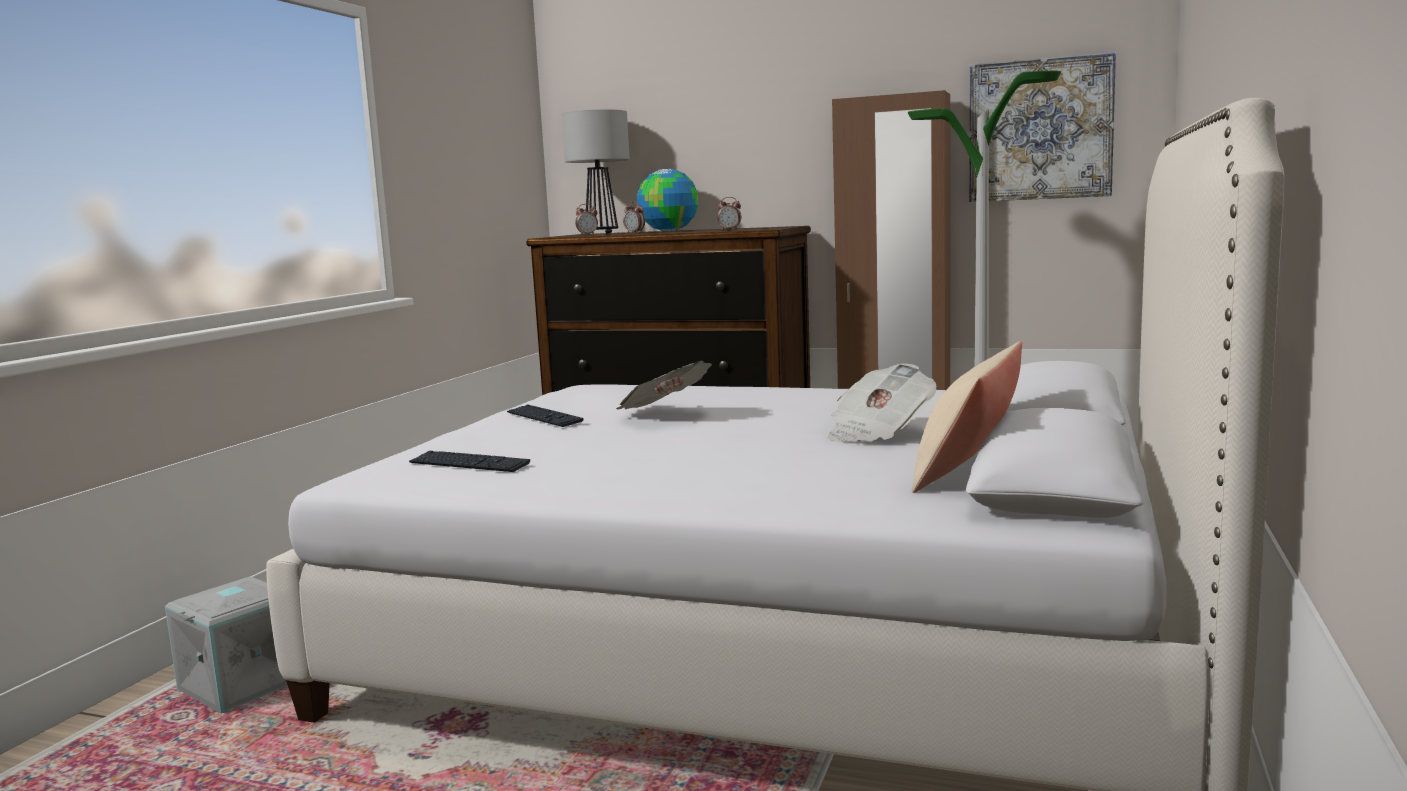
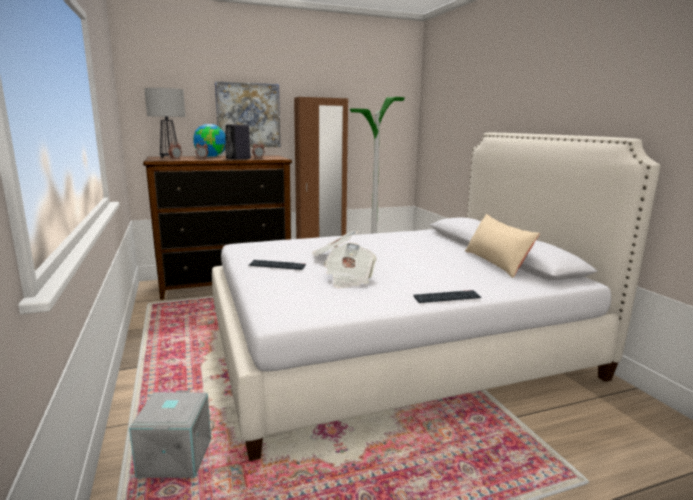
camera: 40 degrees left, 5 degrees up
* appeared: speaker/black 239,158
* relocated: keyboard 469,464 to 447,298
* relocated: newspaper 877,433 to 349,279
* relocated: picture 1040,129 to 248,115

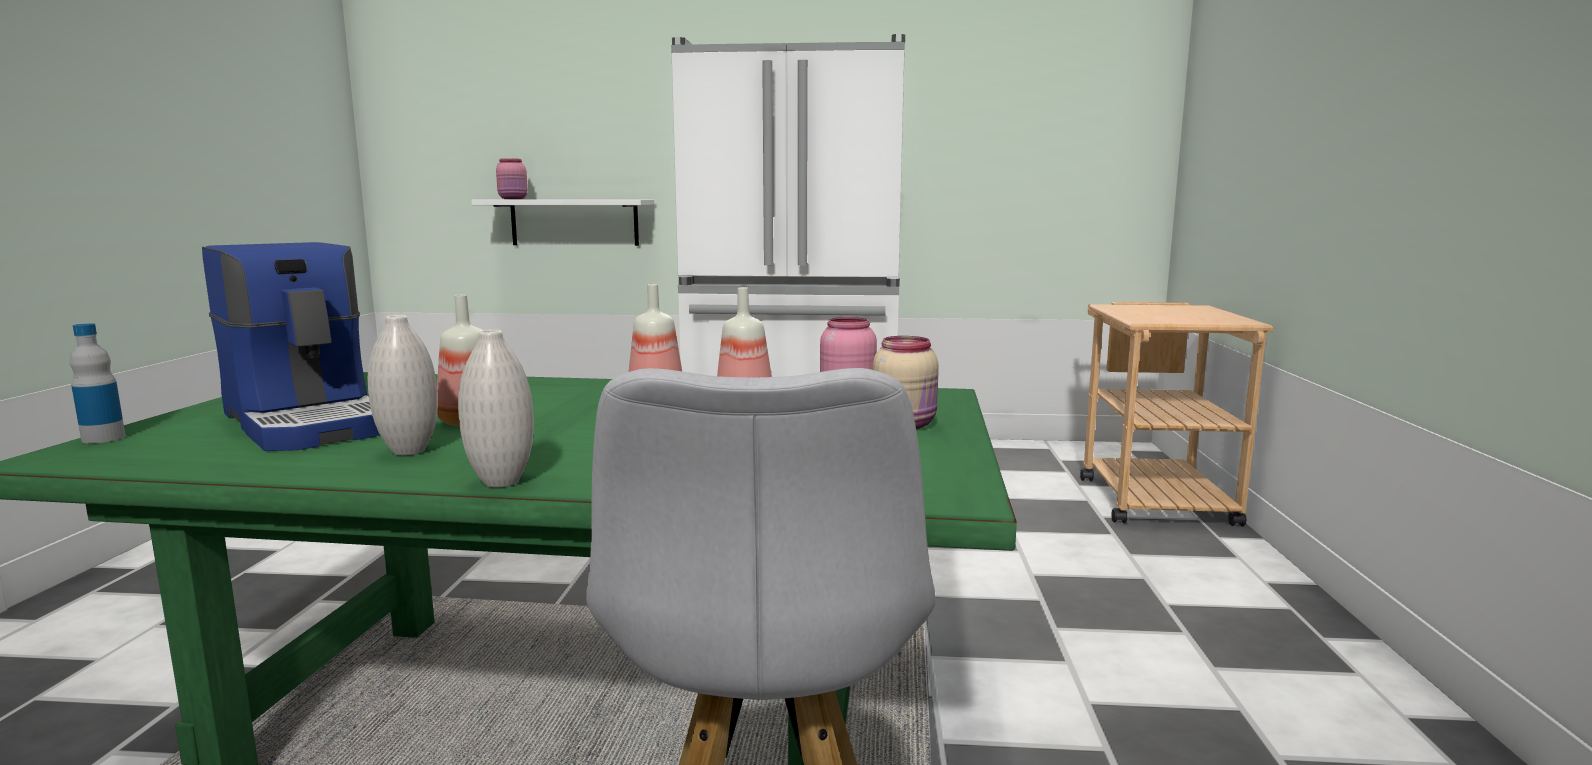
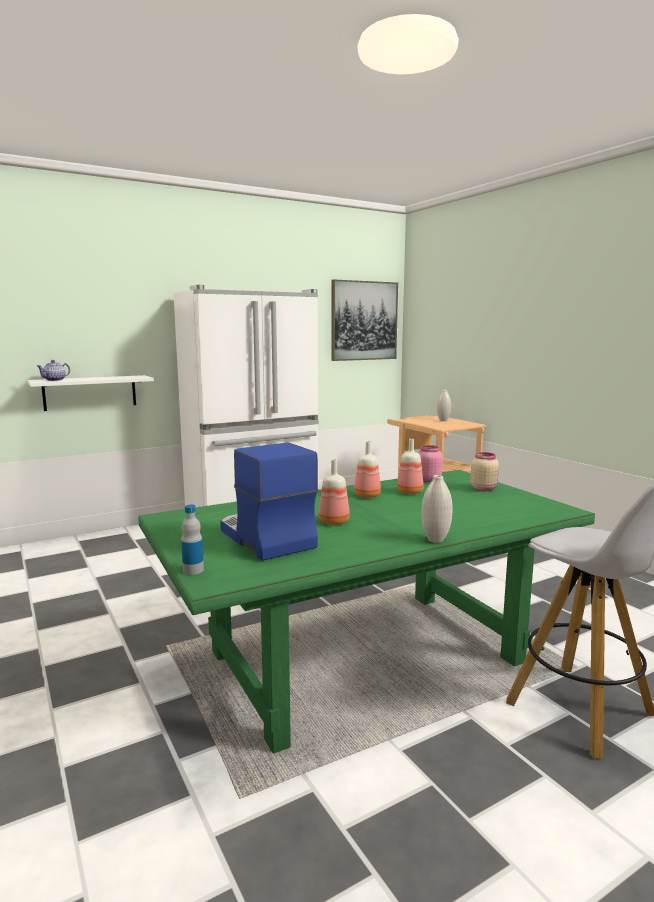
camera: 35 degrees left, 0 degrees up
* appeared: picture 364,321
* relocated: vase/white 409,451 to 443,420
* exchanged: jar/pink 513,199 to teapot 55,380
* spun: coffee machine 311,422 = 264,538 135 degrees counterclockwise

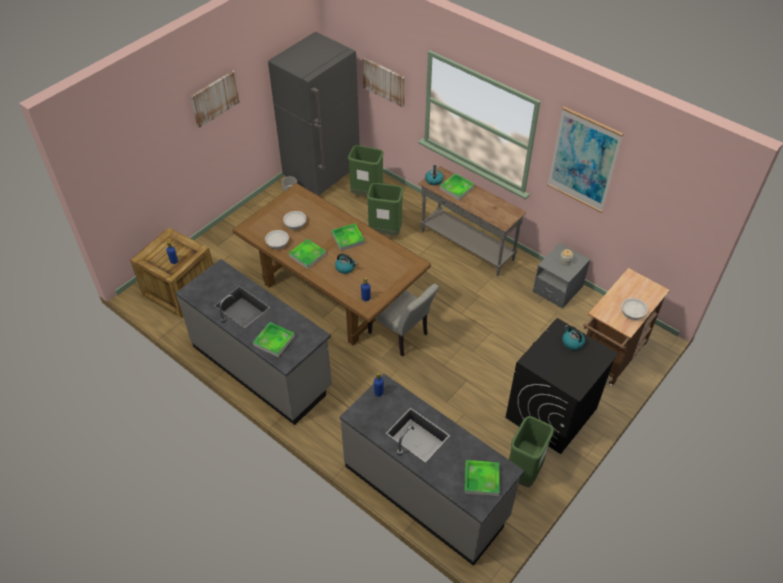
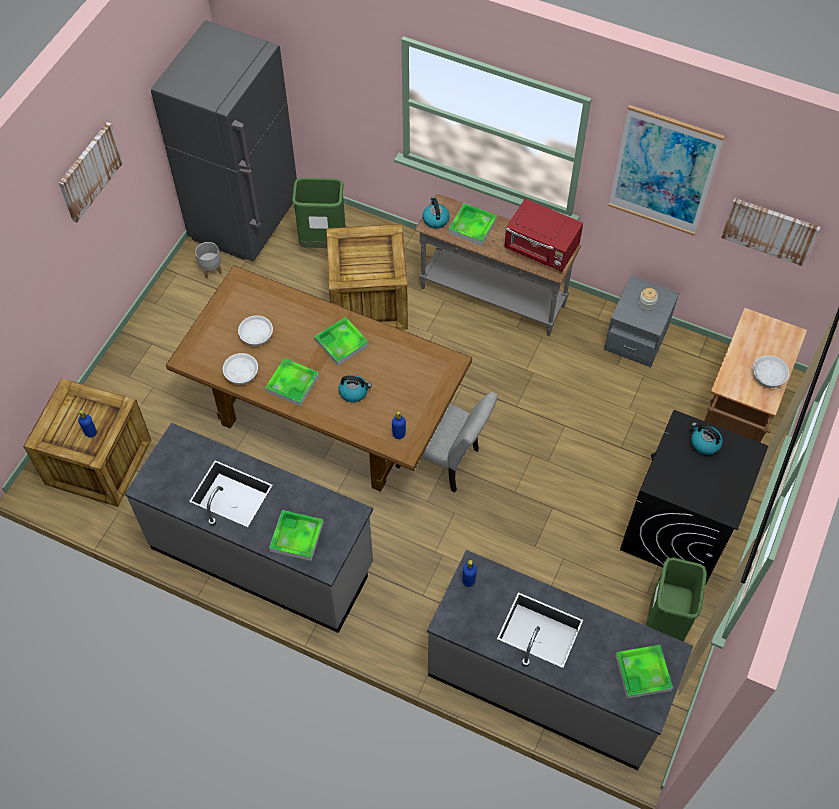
camera: 15 degrees left, 10 degrees up
* appeared: microwave/red 541,250
* relocated: picture 384,81 to 770,230
* exchanged: trash can/green 385,232 to crate 370,300

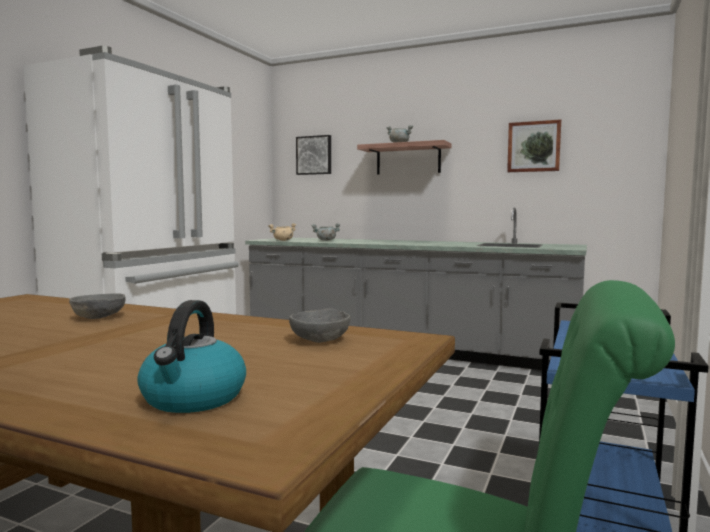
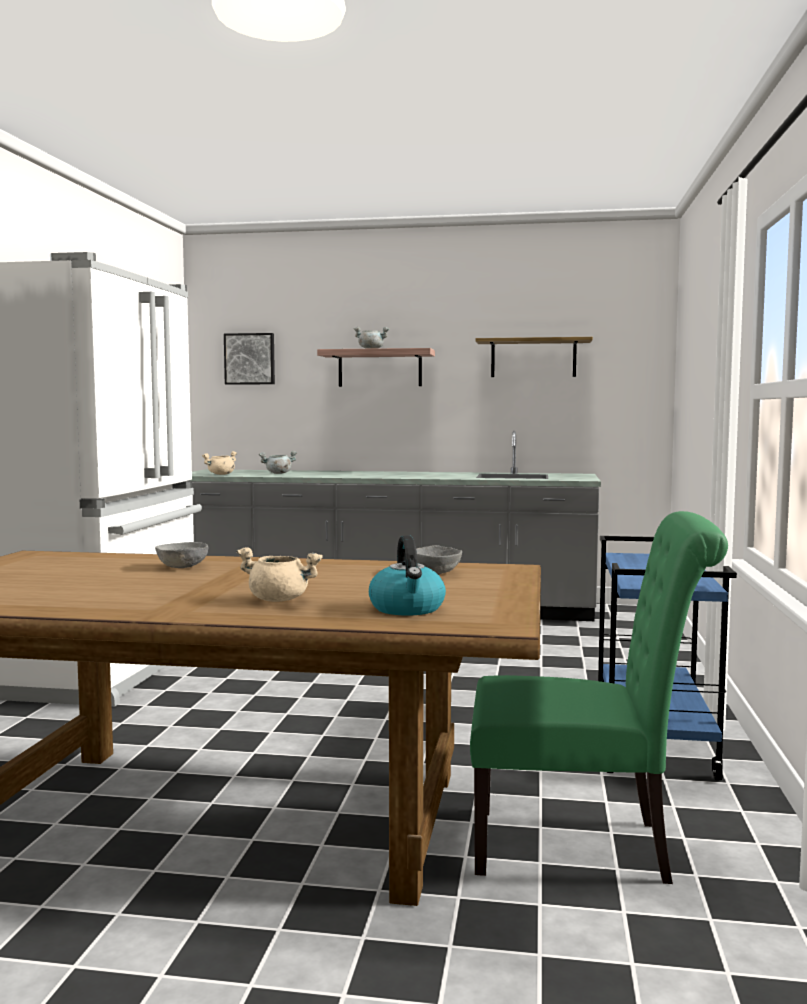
camera: 15 degrees left, 0 degrees up
* appeared: cooking pot/beige 280,600
* exchanged: picture 534,146 to shelf 533,358

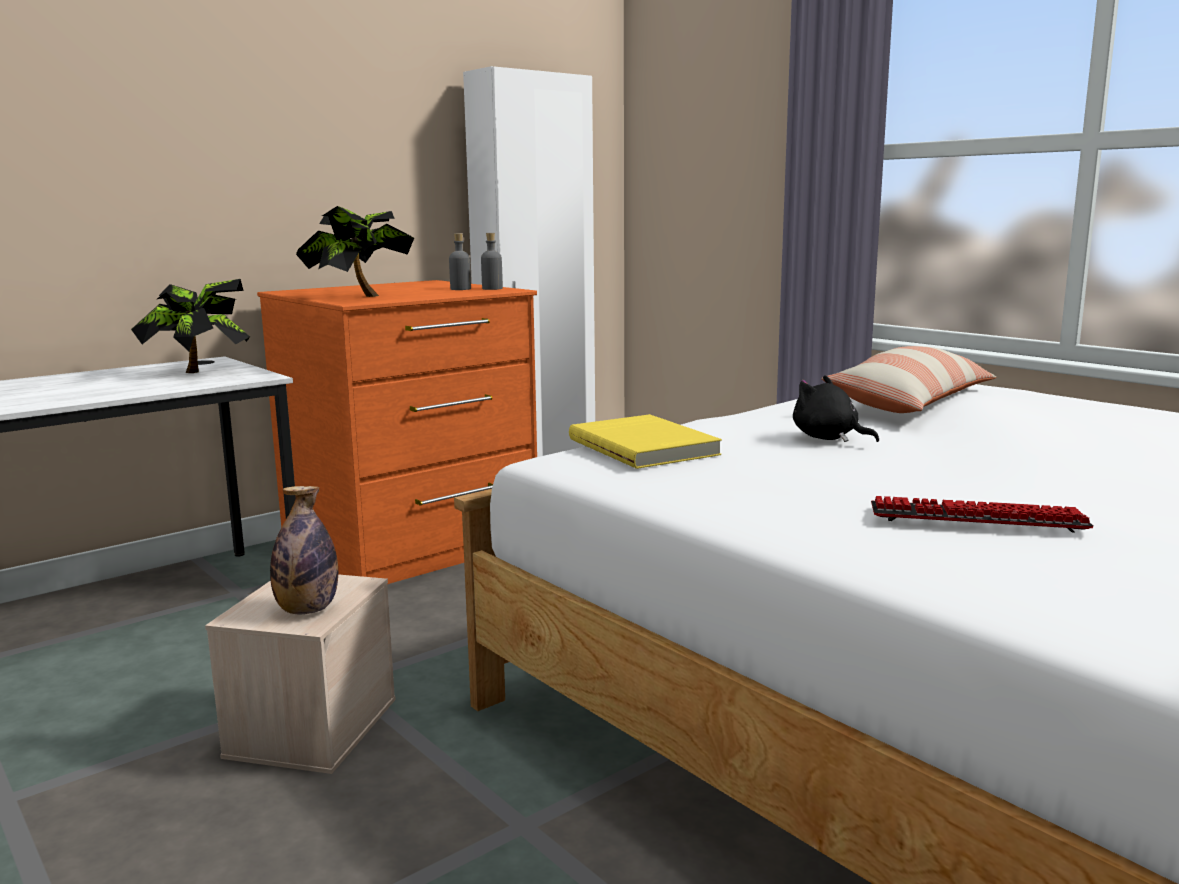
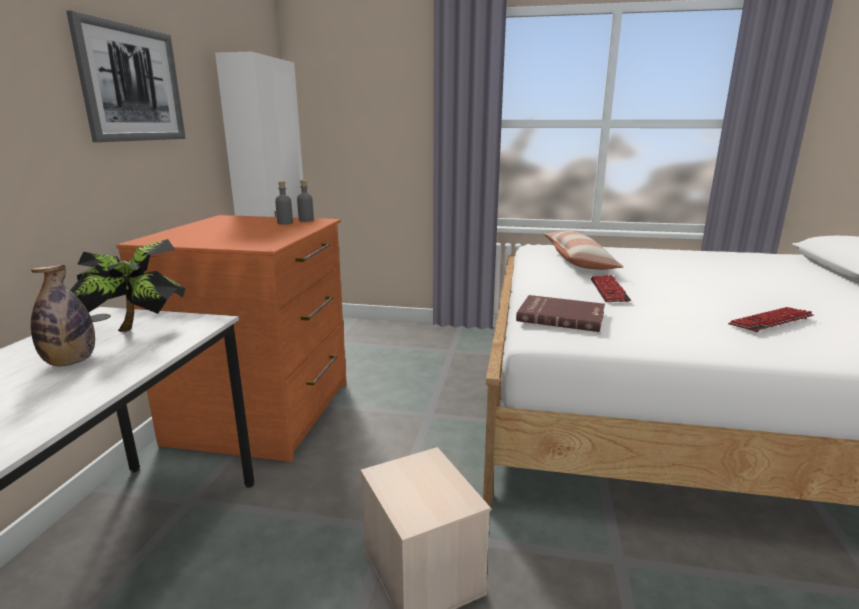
camera: 40 degrees left, 5 degrees up
* missing: potted plant 359,297
* appeared: picture 132,84
* relocated: bottle 307,610 to 71,362
* exchanged: plush toy/black 828,438 to keyboard 609,290
* colour: book/yellow 645,446 to book/red 561,316

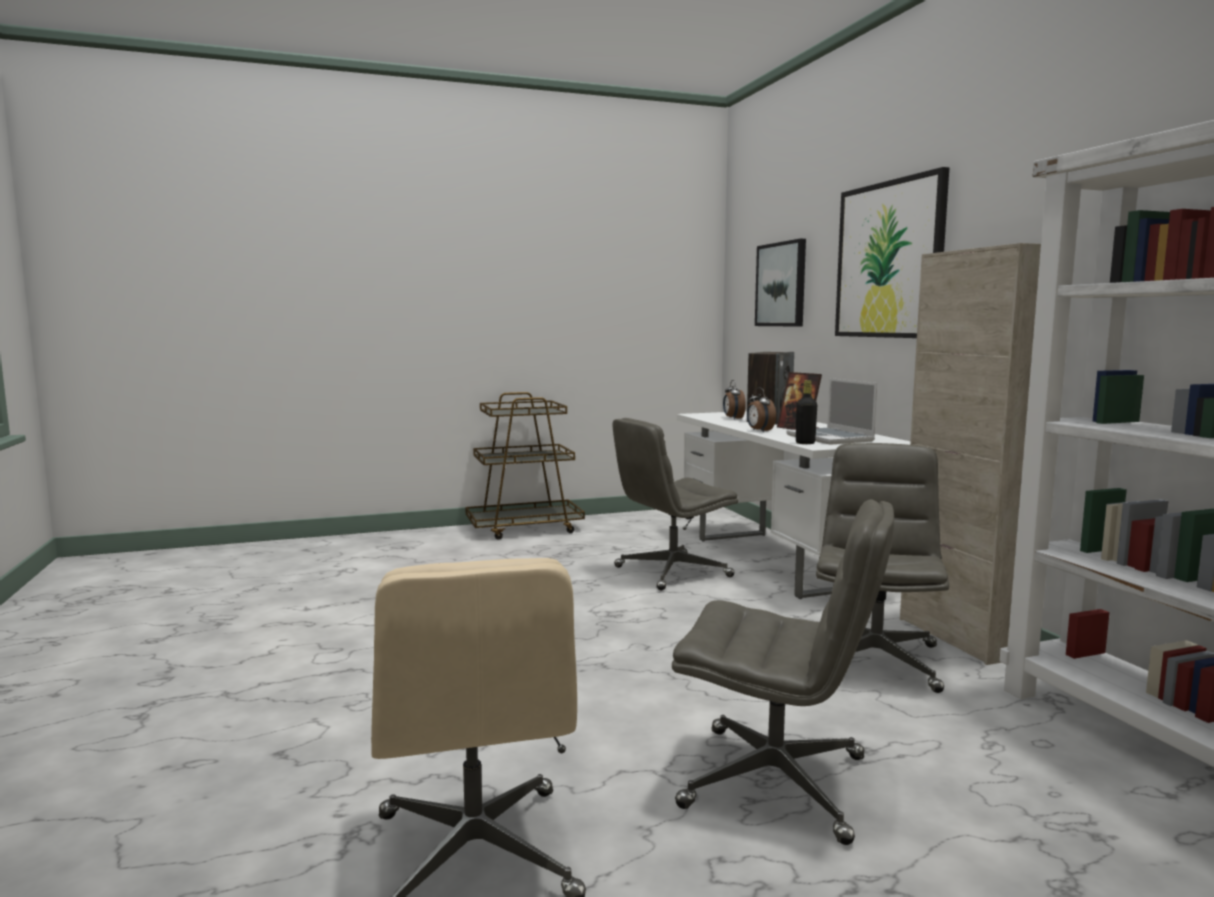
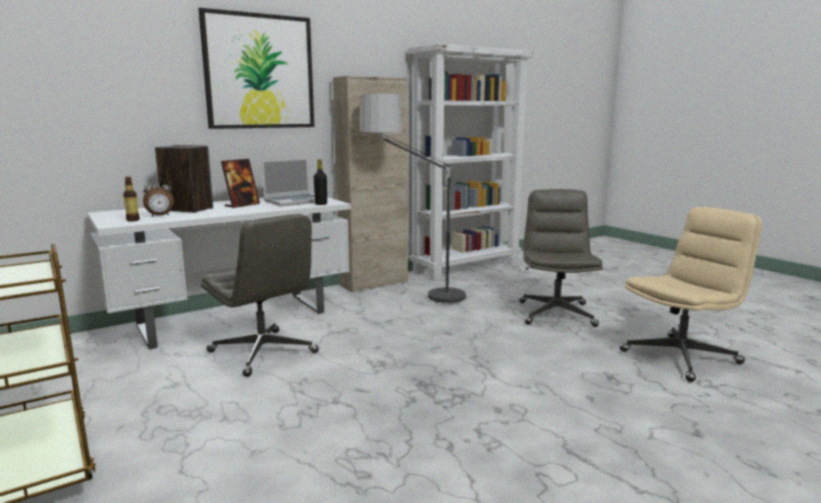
camera: 105 degrees left, 5 degrees up
* missing: alarm clock 759,431
* missing: picture 781,284
* appeared: bottle 133,220
* exchanged: office chair/grey 874,659 to floor lamp 415,298

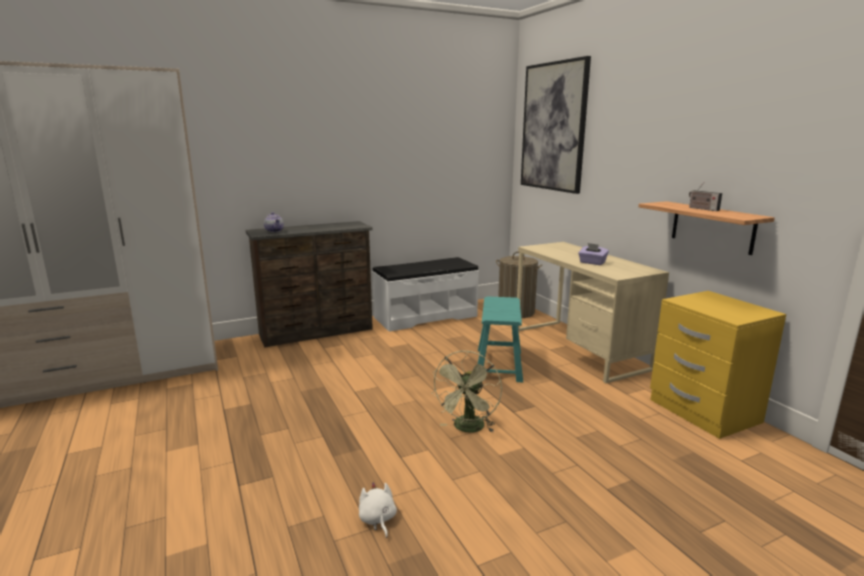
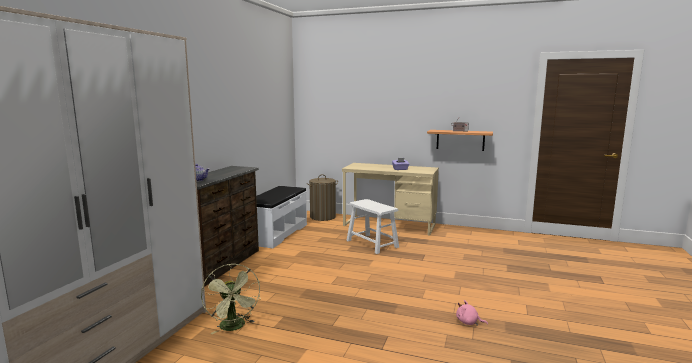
camera: 45 degrees left, 5 degrees down
* missing: picture 553,127
* missing: nightstand/yellow 703,411
* relocated: fan/green 468,429 to 234,327
* colour: plush toy/white 377,520 to plush toy/pink 468,322
* colour: stool/turquoise 499,365 to stool/white 372,244

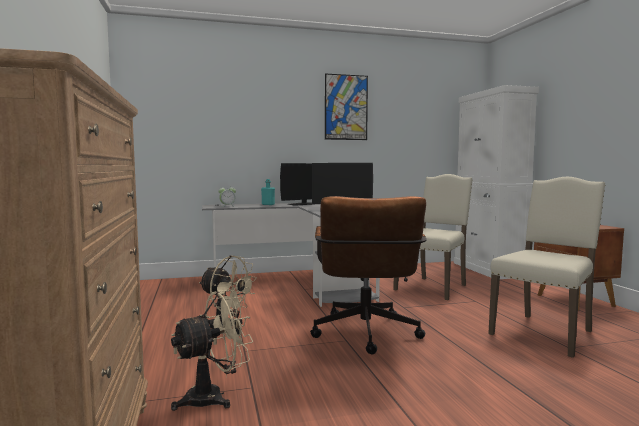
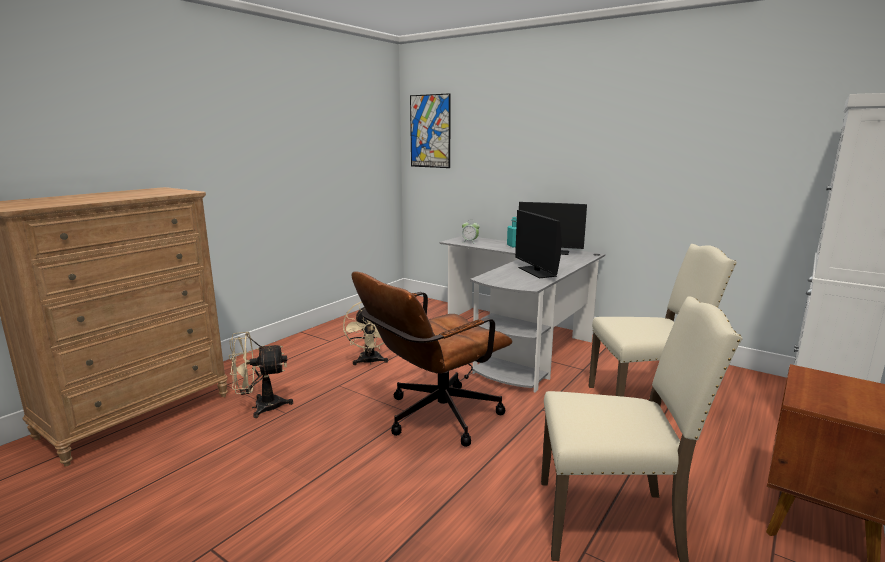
camera: 50 degrees right, 10 degrees up
* relocated: picture 346,107 to 430,131
* spun: fan/beige 213,397 = 260,407 150 degrees clockwise

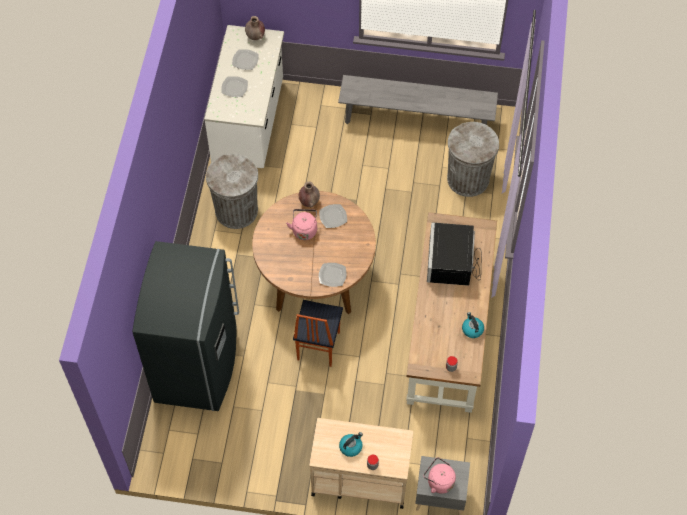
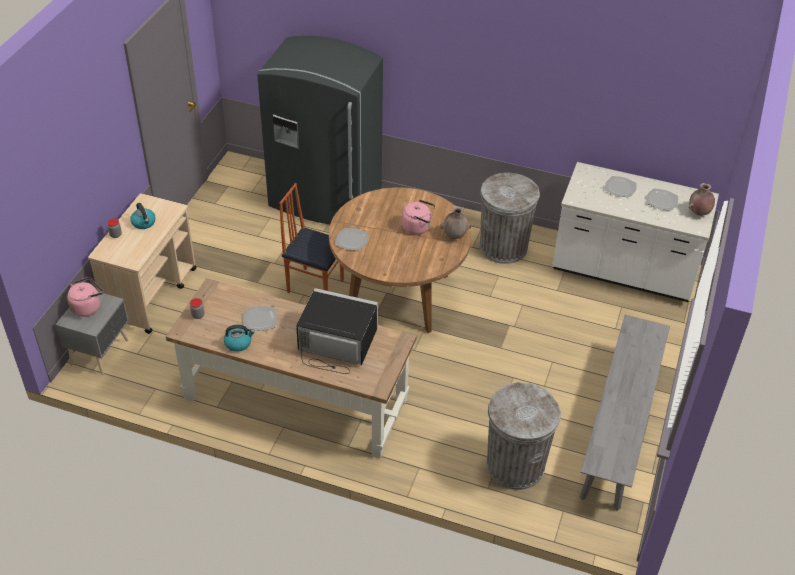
camera: 100 degrees right, 15 degrees down
* relocated: plate 333,217 to 259,319

